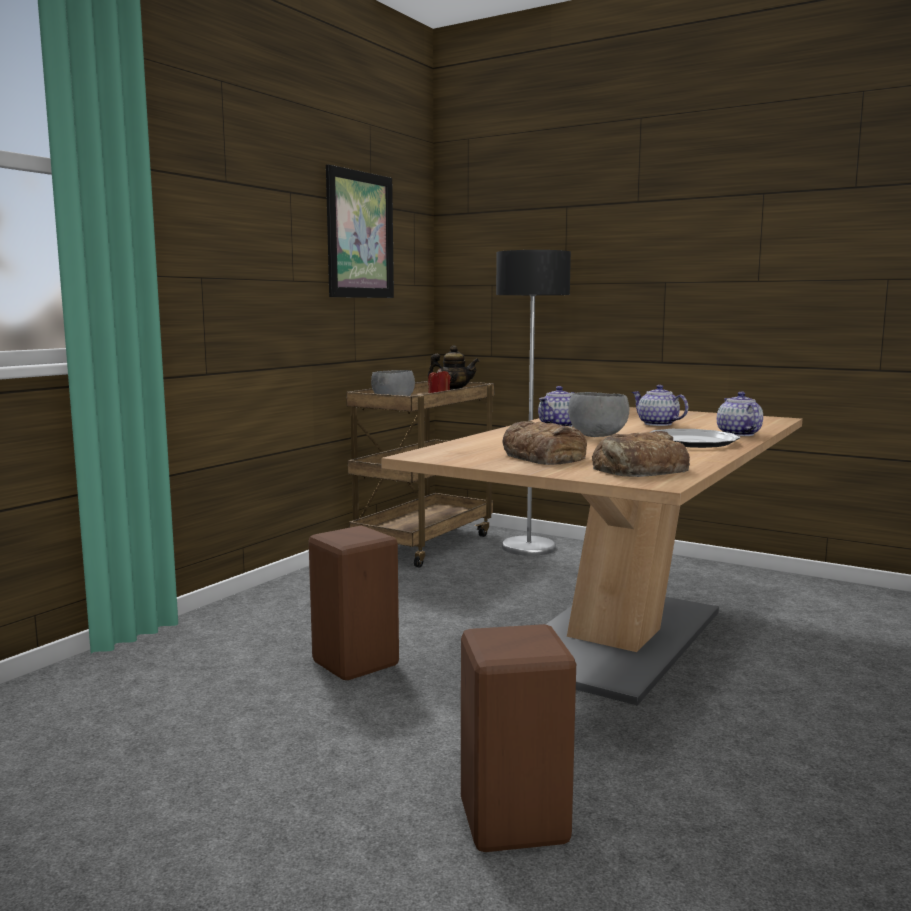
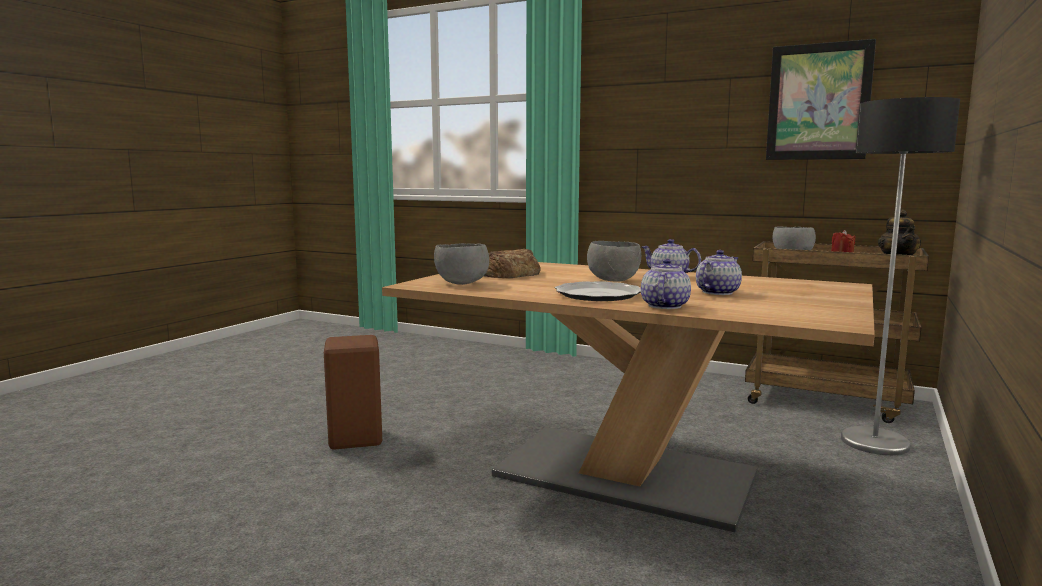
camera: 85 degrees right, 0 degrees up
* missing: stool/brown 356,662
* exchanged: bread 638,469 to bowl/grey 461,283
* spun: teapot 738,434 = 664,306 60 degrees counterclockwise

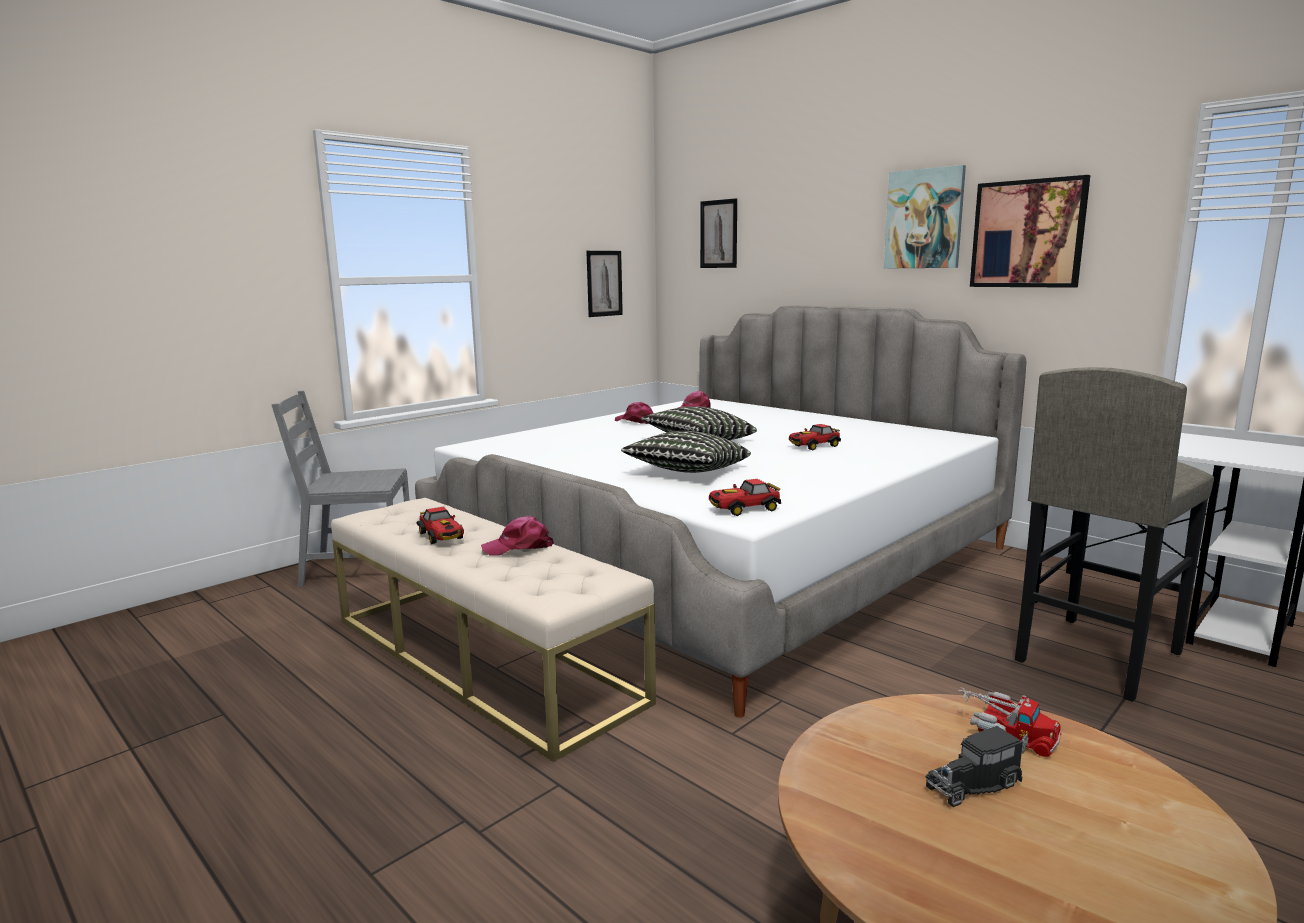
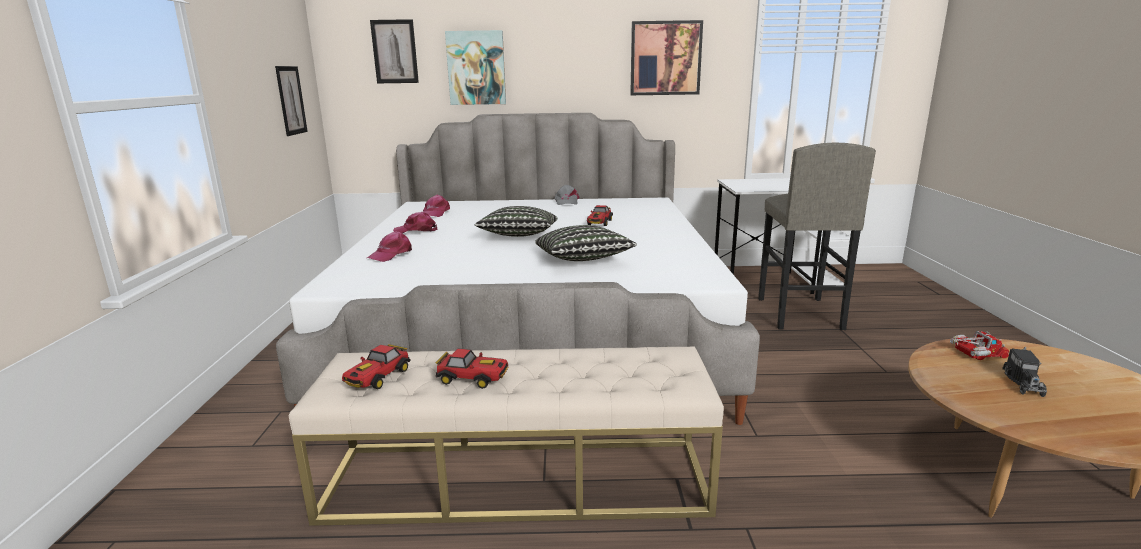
camera: 45 degrees left, 5 degrees up
* missing: chair/grey 357,568
* appeared: cap/grey 566,202
* relocated: cap/pink 519,547 to 391,254
* relocated: toy car 744,509 to 378,378
* relocated: picture 924,219 to 476,68

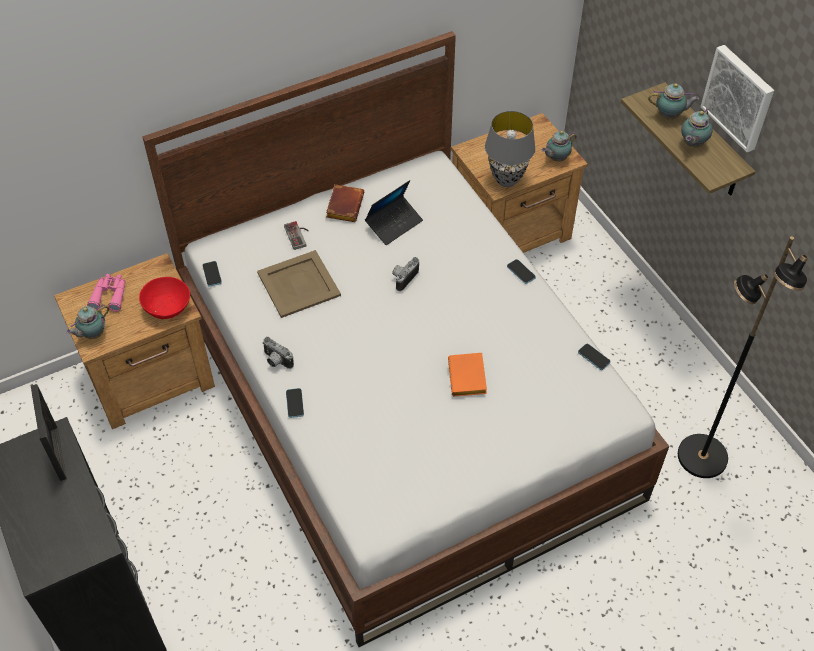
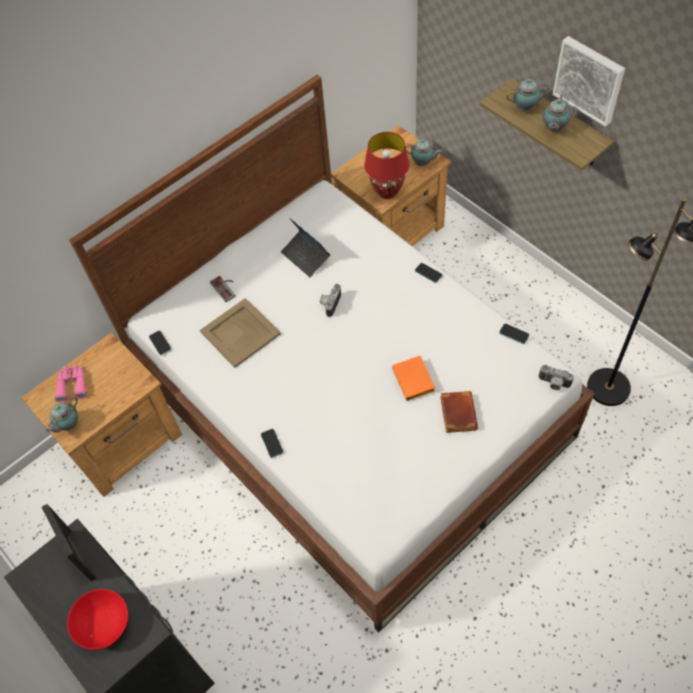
camera: 10 degrees left, 5 degrees up
* relocated: bowl/red 167,307 to 104,624
* relocated: photo camera 276,361 to 553,384
* relocated: book/brown 344,205 to 456,413
* colour: table lamp/grey 507,180 to table lamp/red 387,192
* spun: laptop 394,224 = 306,257 105 degrees clockwise
* spun: teapot 556,158 = 423,163 120 degrees counterclockwise

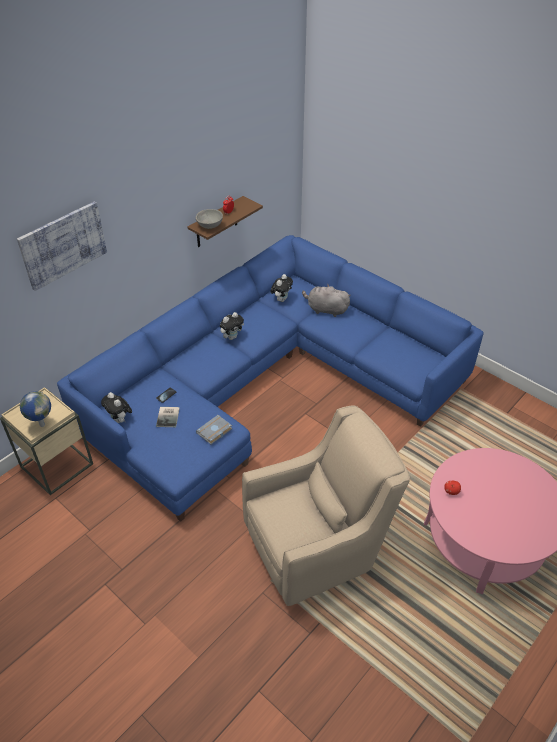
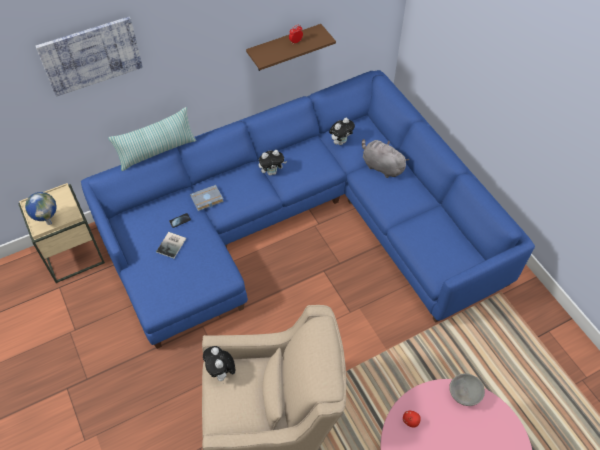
camera: 20 degrees right, 10 degrees up
* appeared: pillow 157,152
* relocated: plush toy 120,420 to 221,372
* relocated: bowl/grey 210,226 to 464,395
* relocated: book/grey 214,432 to 207,200

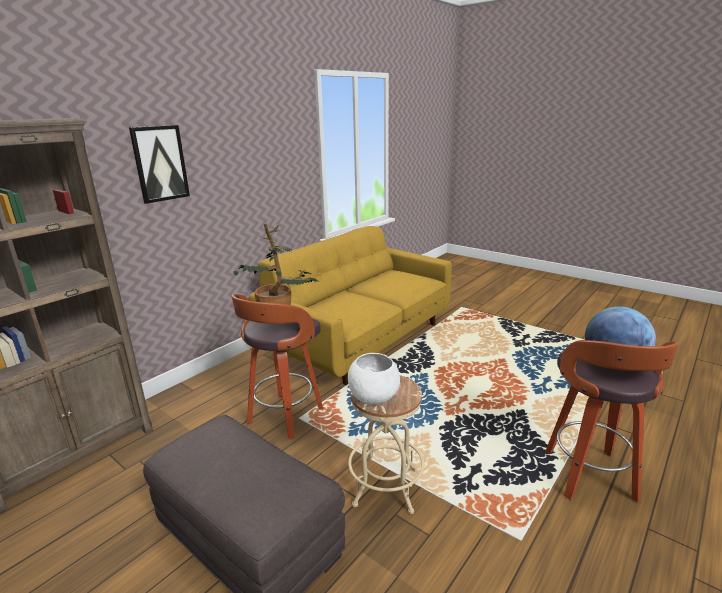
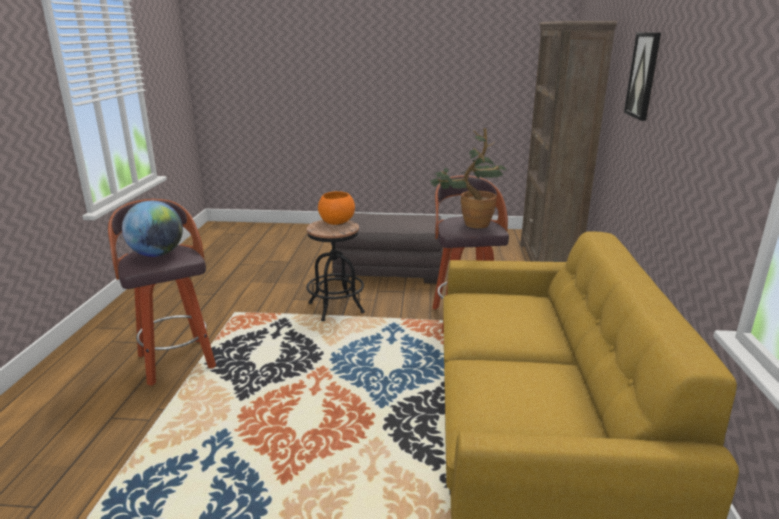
camera: 145 degrees right, 0 degrees up
* colour: bowl/white 373,397 to bowl/orange 337,223
* colour: stool/beige 386,487 to stool/black 336,308

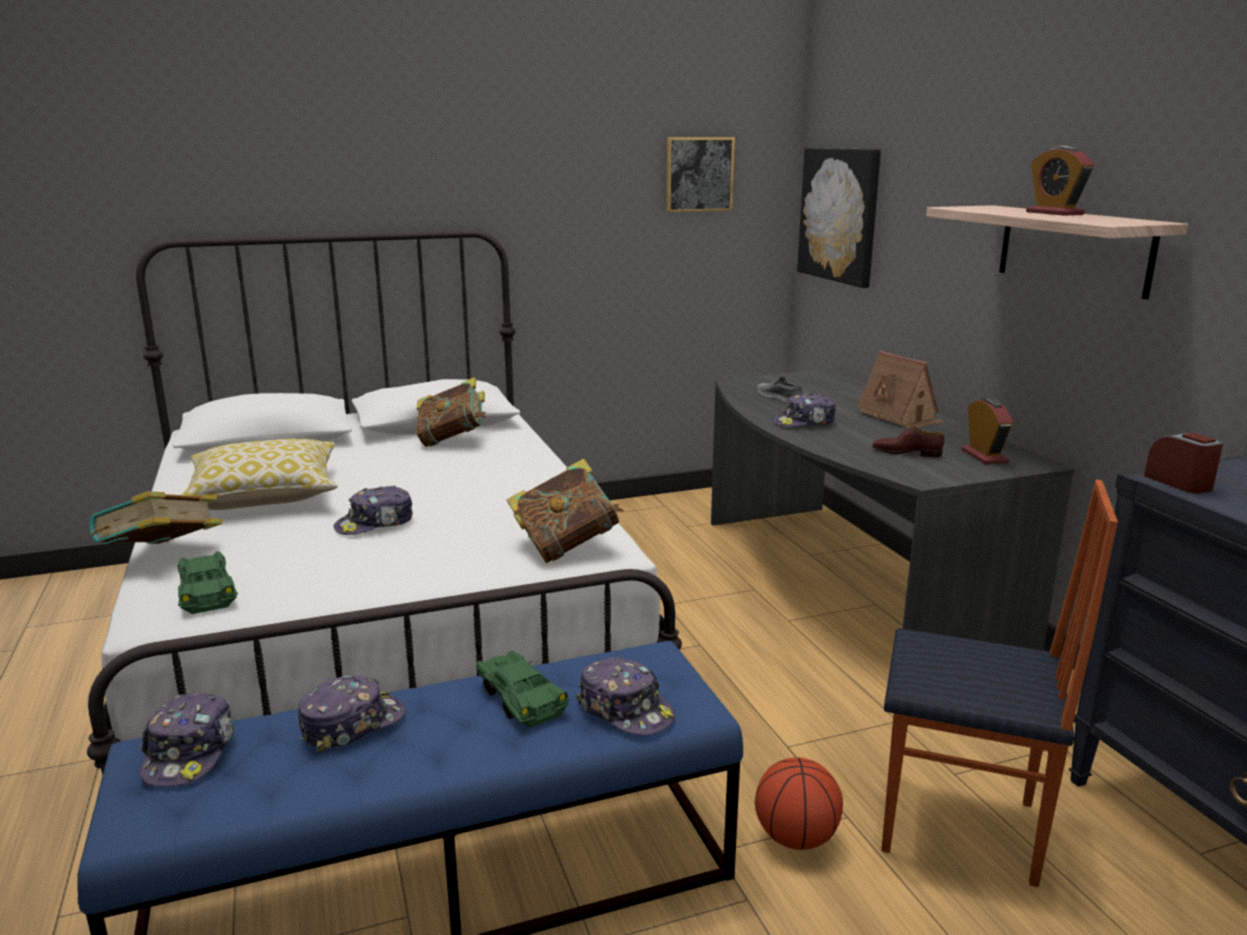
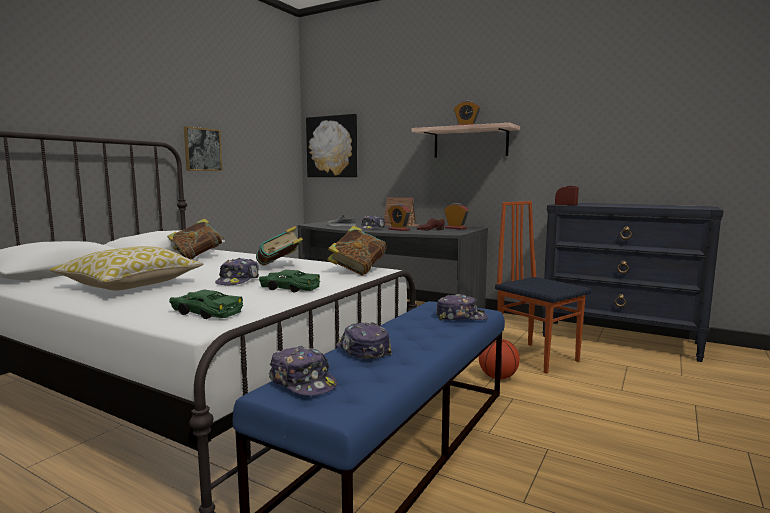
camera: 40 degrees left, 10 degrees down
* appeared: alarm clock 398,229
* relocated: book 162,557 to 279,267
* relocated: toy car/green 520,698 to 289,288
* relocated: picture 699,174 to 202,149
* spun: cap 352,724 = 362,350 45 degrees counterclockwise
* spun: chair 960,829 = 537,357 105 degrees counterclockwise

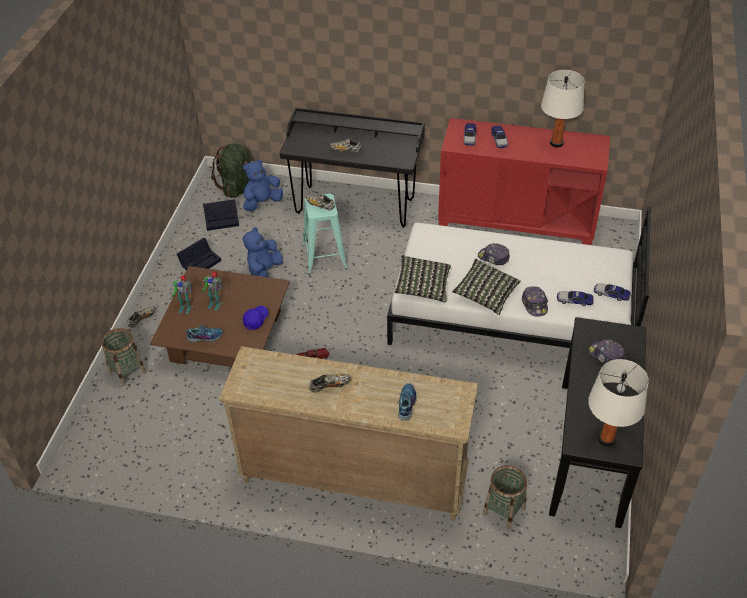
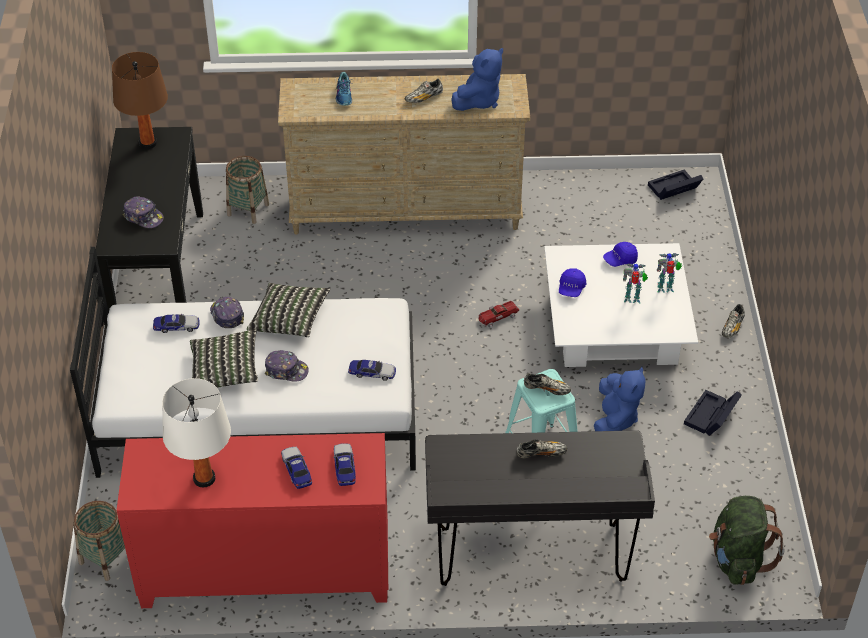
camera: 165 degrees right, 0 degrees up
* relocated: basket 127,371 to 106,559
* relocated: storage box/black 223,219 to 673,189
* relocated: plush toy/blue 262,202 to 479,100
* relocated: pillow 423,286 to 225,371
* relocated: toy car 611,294 to 372,373
* exchanged: shoe 205,337 to cap/blue 620,260
* colour: coffee table/brown 225,336 to coffee table/white 616,324
* colour: table lamp/white 607,439 to table lamp/brown 147,143

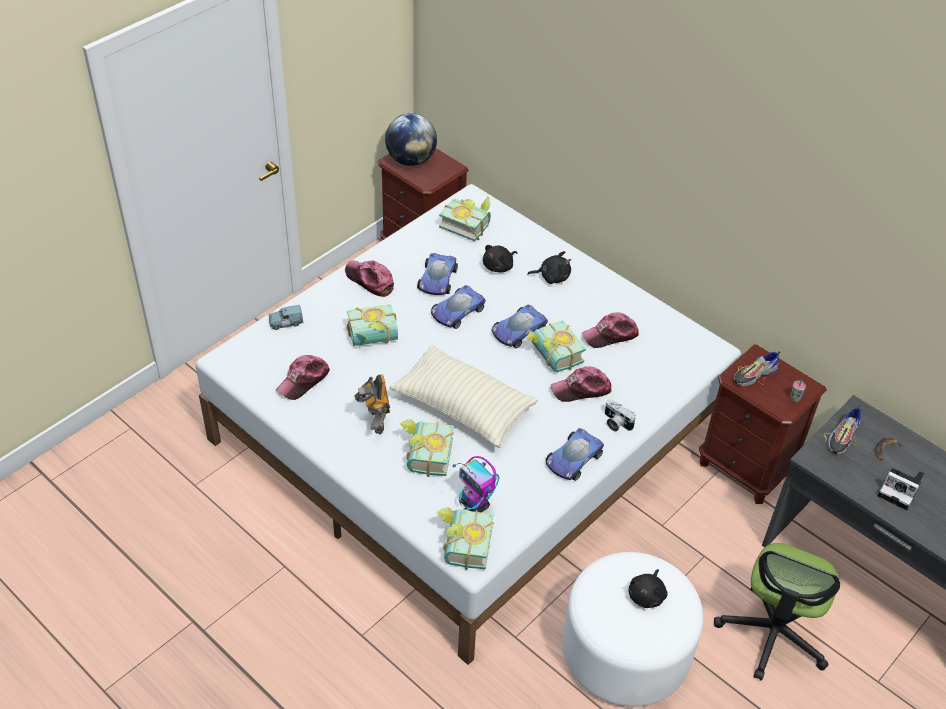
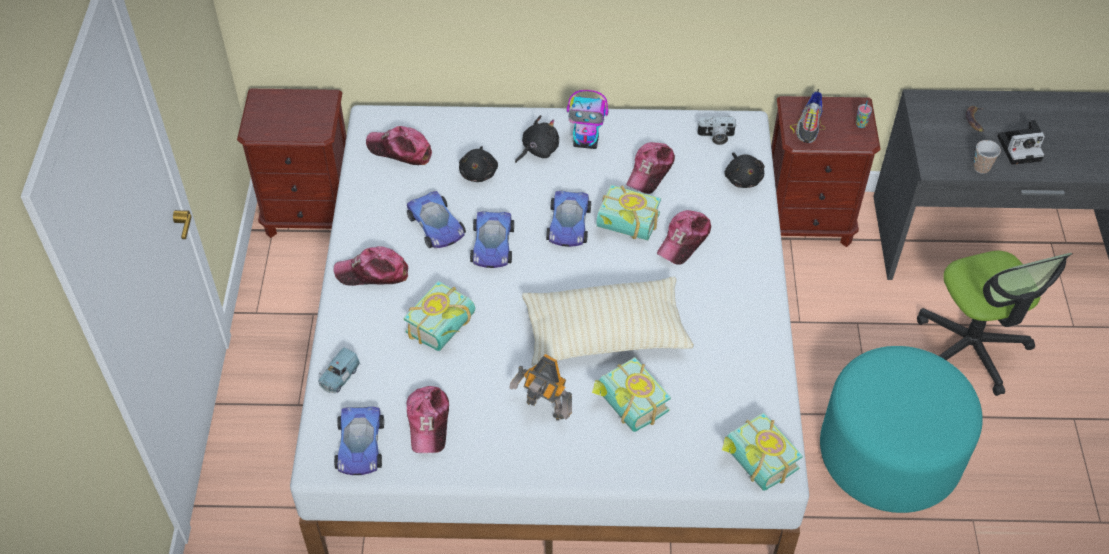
camera: 40 degrees left, 5 degrees up
* missing: globe 411,160
* missing: shoe 843,437
* appeared: cup 981,167
* relocated: toy robot 475,505 to 586,142
* relocated: toy car 573,459 to 360,446
* relocated: photo camera 615,423 to 716,137
* relocated: plush toy/black 647,595 to 743,178
* exchanged: book 467,224 to cap 400,150
* colour: ottoman/white 625,652 to ottoman/turquoise 889,455

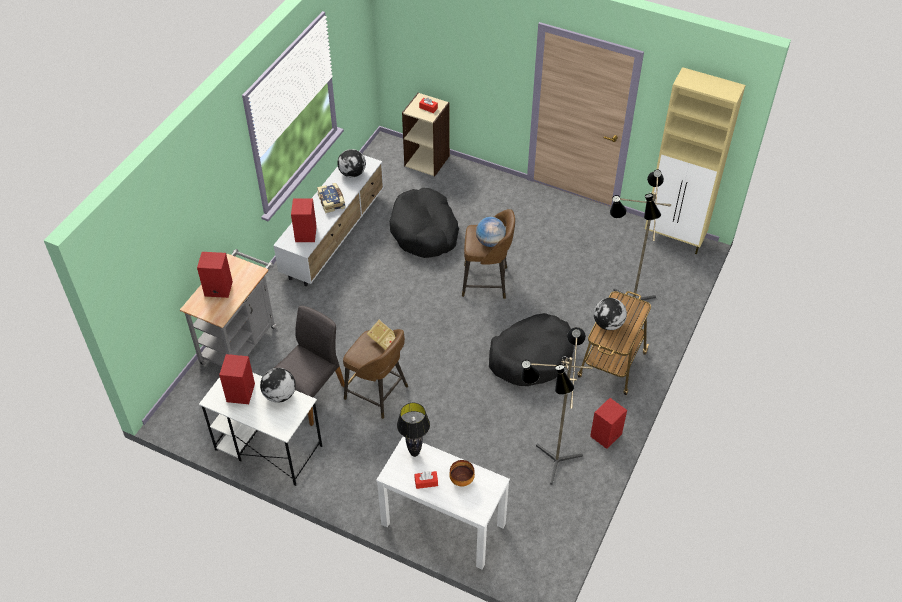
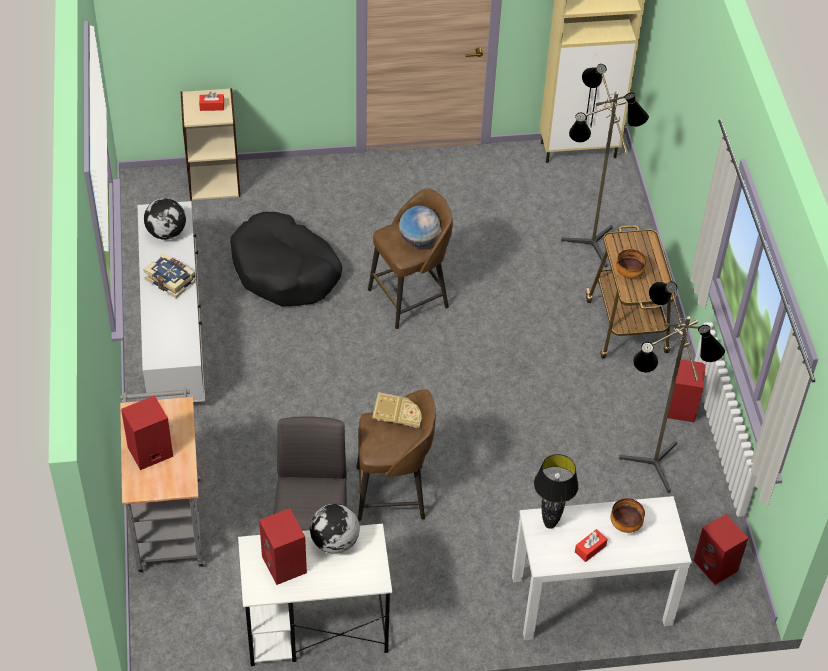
camera: 35 degrees left, 0 degrees up
* missing: dog bed/black 531,357
* relocated: speaker/red 306,234 to 716,566
* exchanged: globe 608,324 to bowl 629,274

